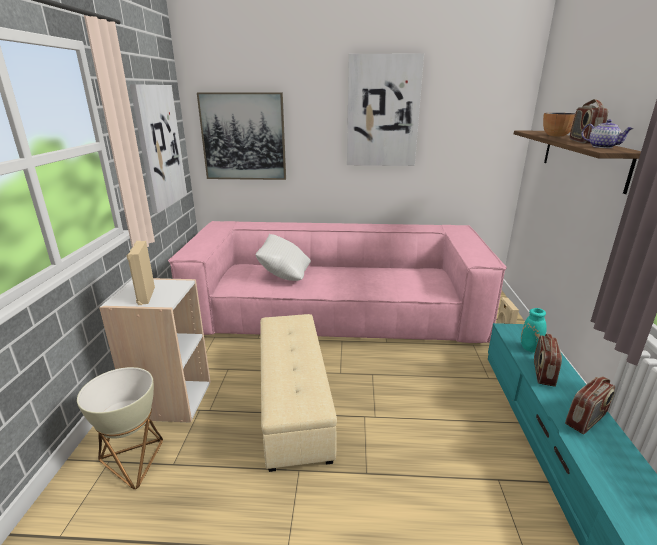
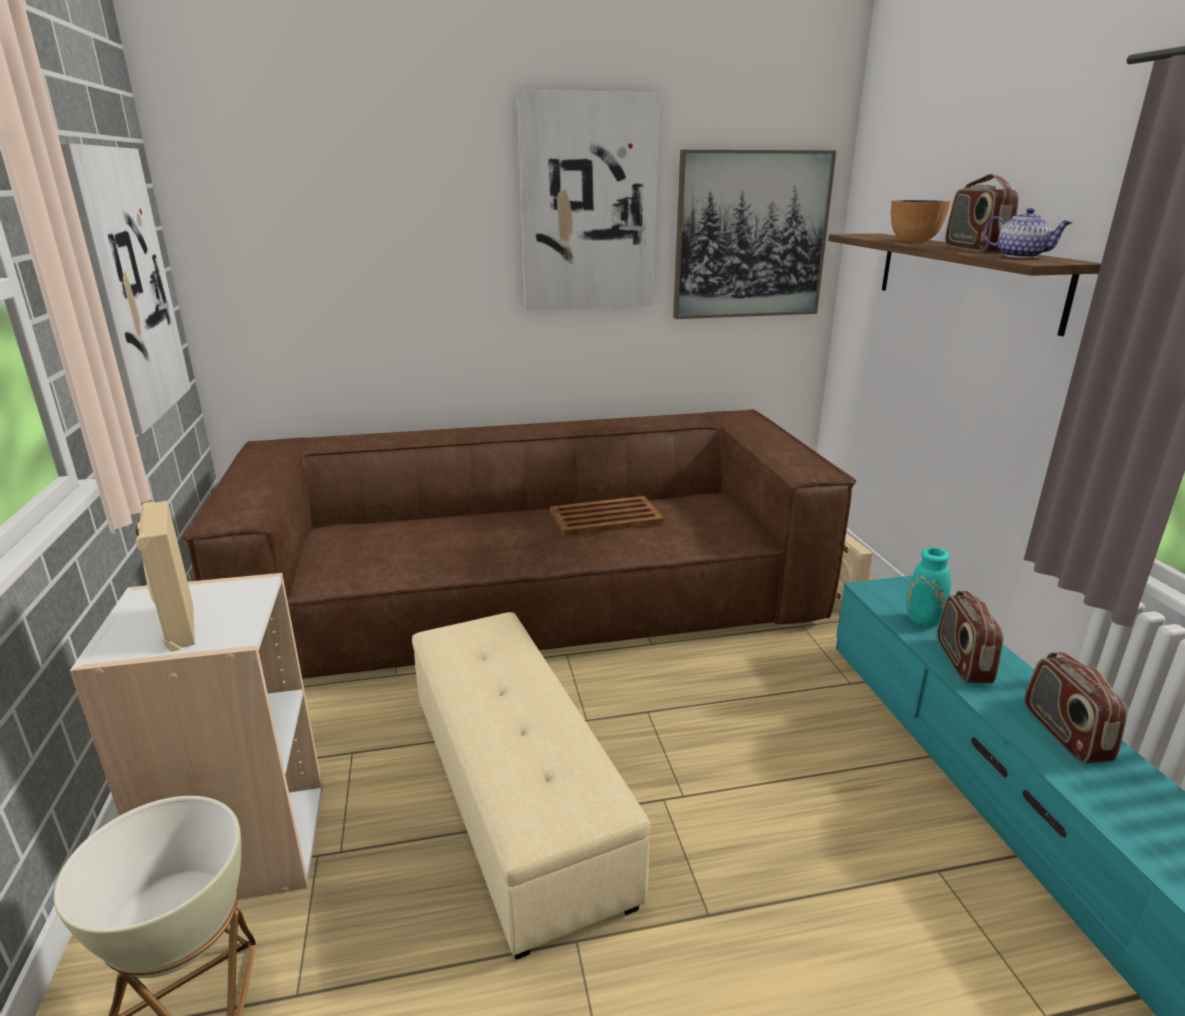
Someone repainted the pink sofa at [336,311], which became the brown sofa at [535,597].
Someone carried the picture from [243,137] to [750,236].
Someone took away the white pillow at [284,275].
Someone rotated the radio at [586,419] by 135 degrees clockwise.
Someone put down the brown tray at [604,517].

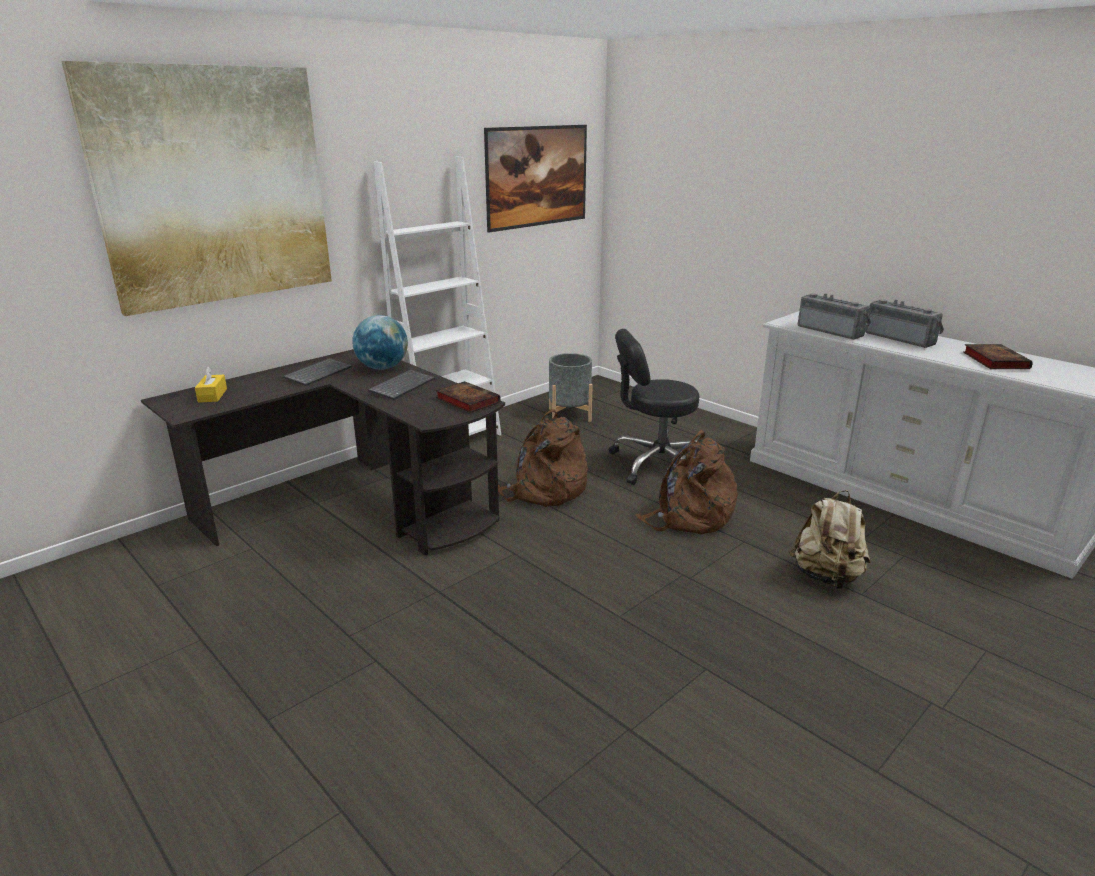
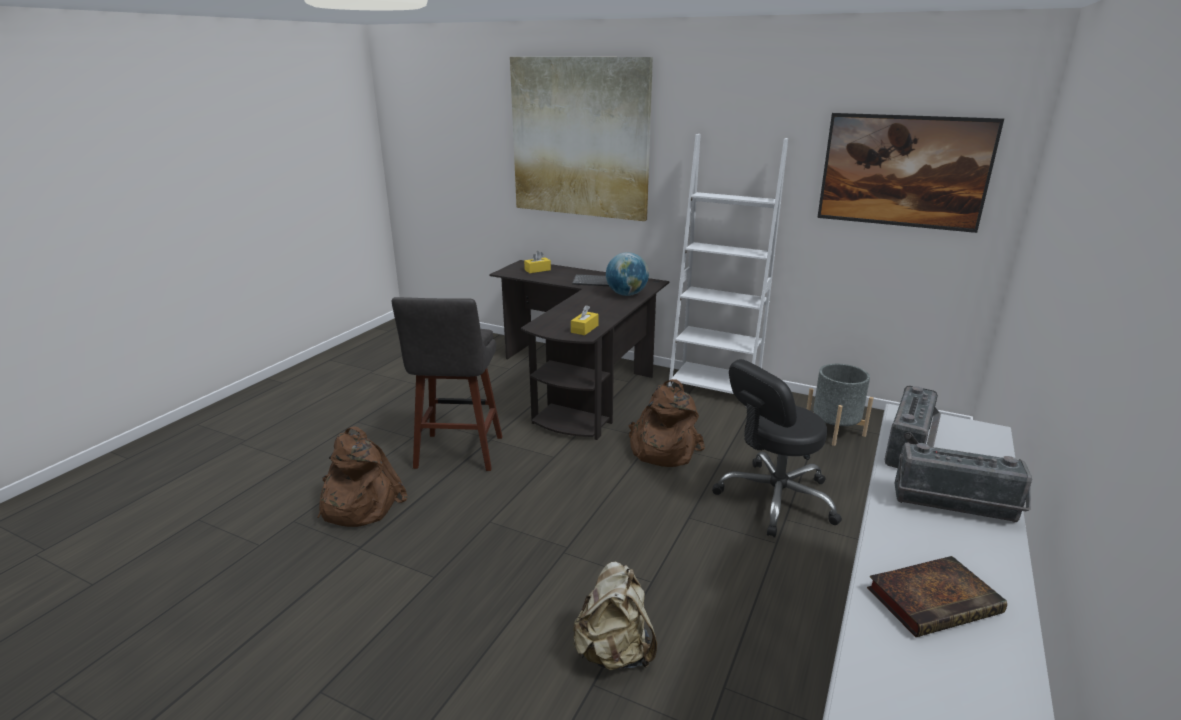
Someone took away the keyboard at [402,386].
Someone swapped the book at [466,400] for the yellow tissue box at [584,329].
Someone rotated the black office chair at [655,465] by 90 degrees counterclockwise.
Someone carried the brown backpack from [689,517] to [358,504].
Someone rotated the radio at [901,338] by 75 degrees clockwise.
Someone put down the grey stool at [457,454].

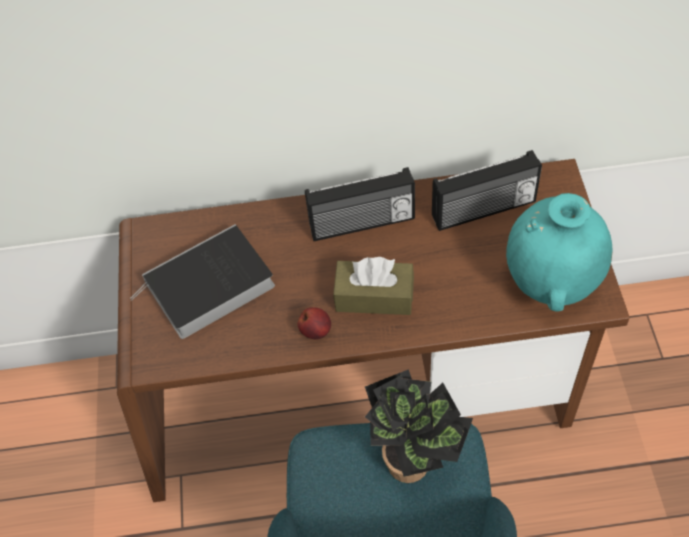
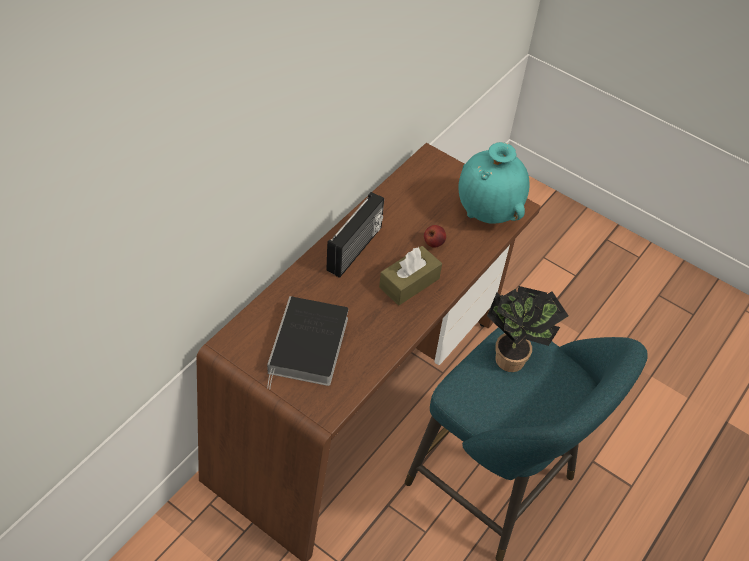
Someone carried the apple from [316,331] to [433,243].
Someone took away the radio at [484,210].

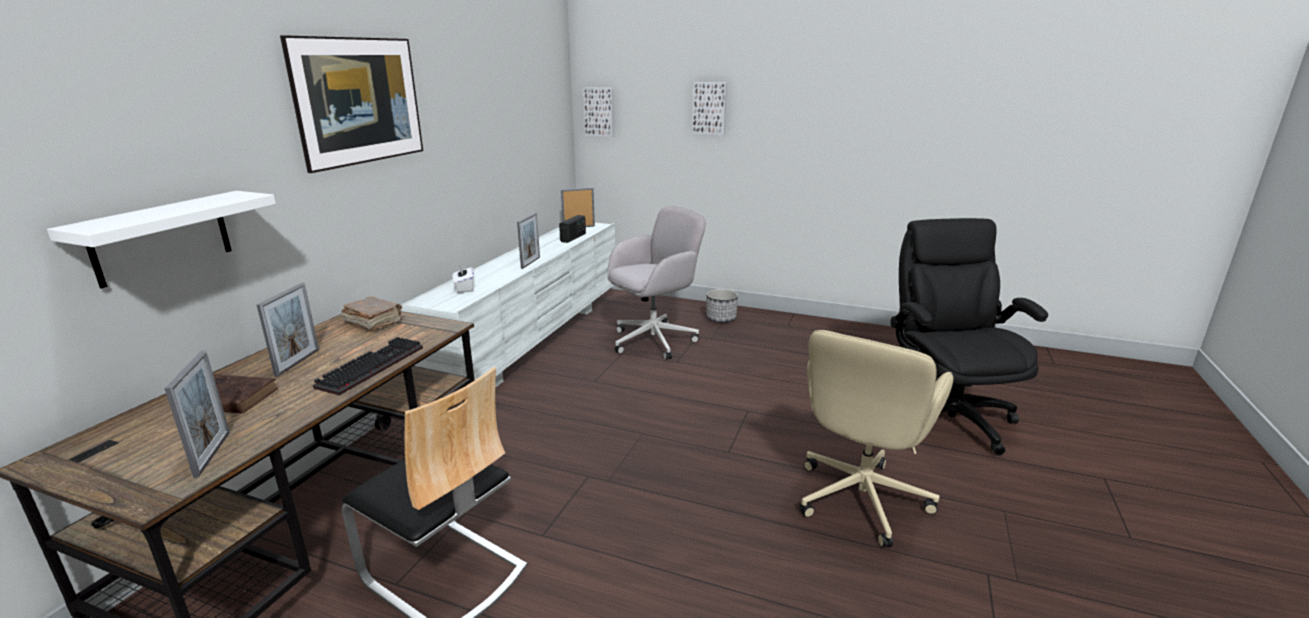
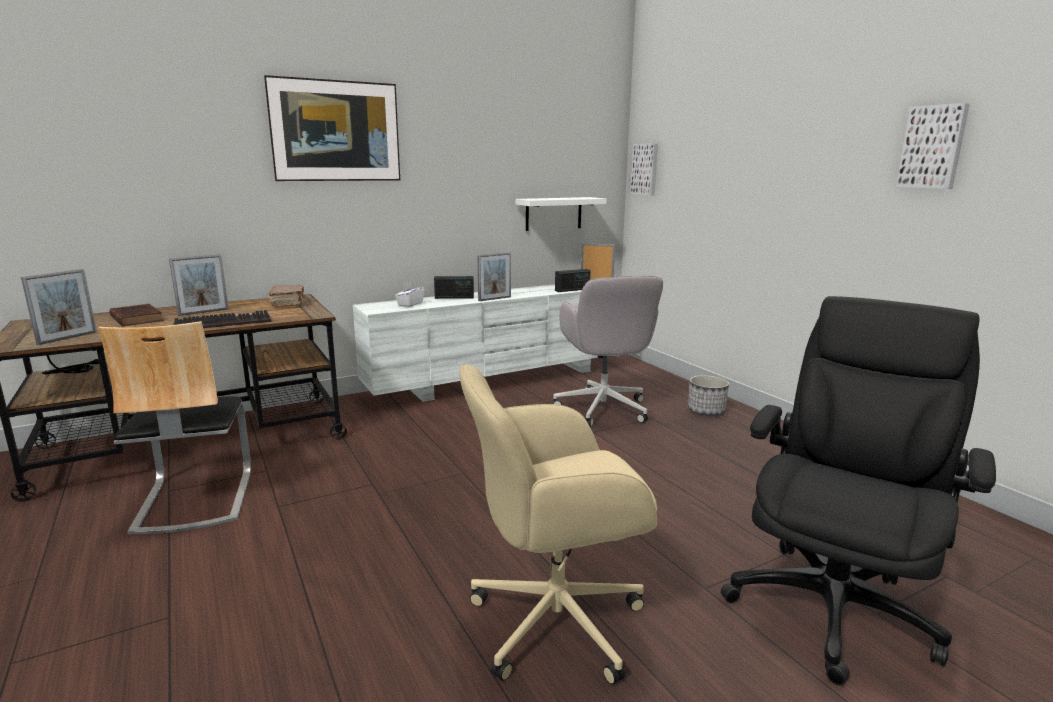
Someone carried the white shelf from [161,238] to [553,213].
Someone rotated the grey office chair at [654,341] by 75 degrees clockwise.
Someone carried the picture from [710,108] to [933,147].
Someone put down the radio at [454,297].

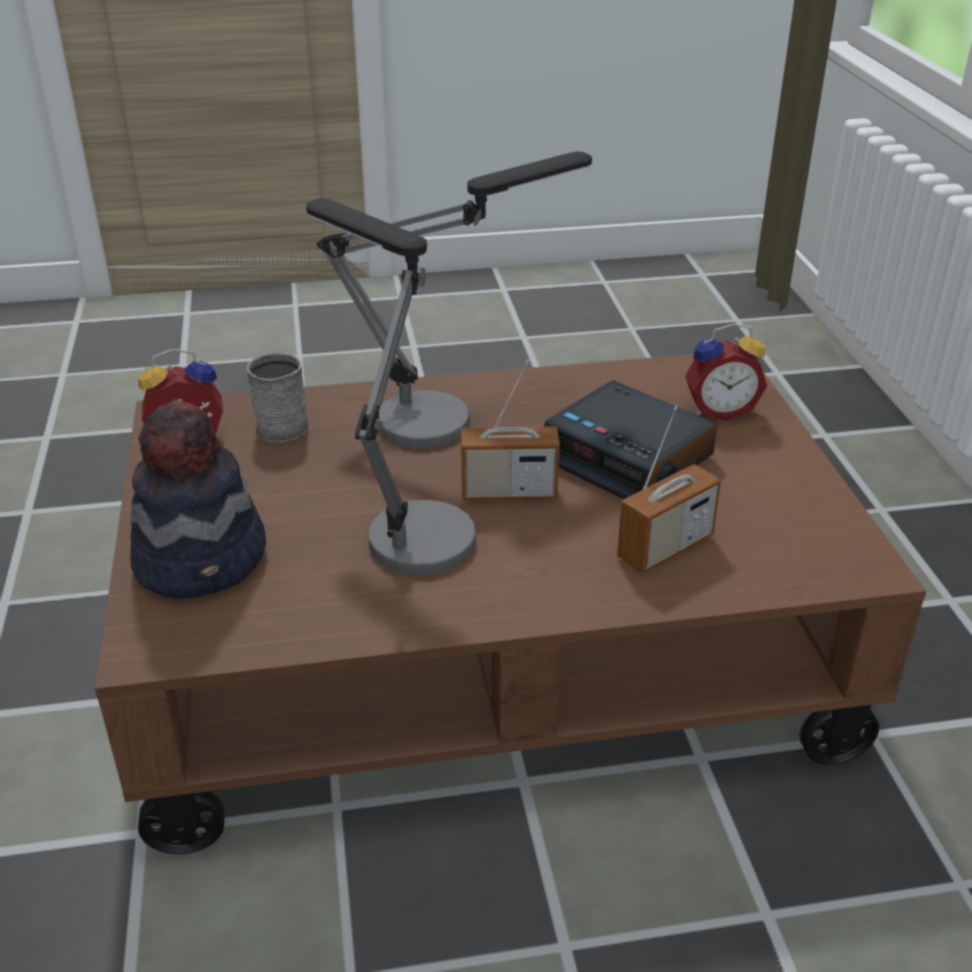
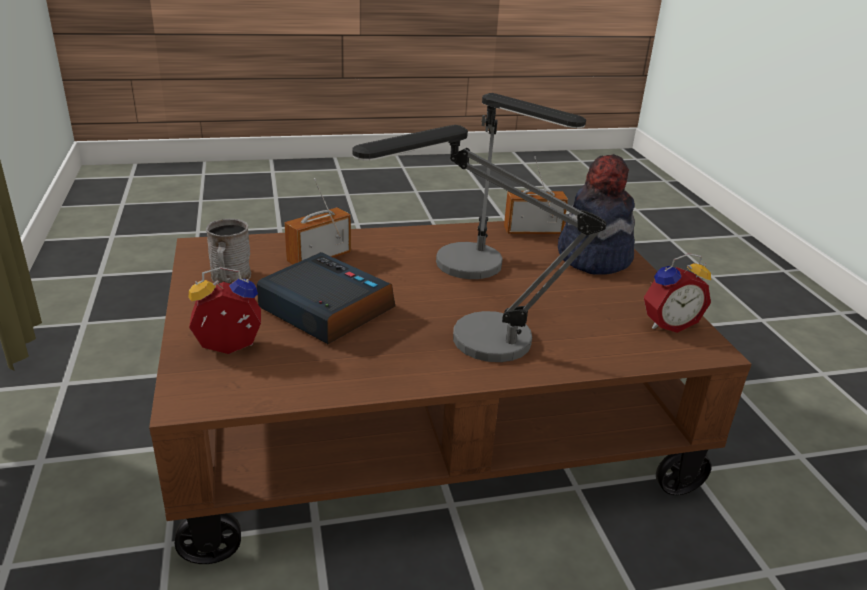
Someone carried the grey mug from [283,423] to [230,279].
Someone carried the radio from [509,492] to [532,231].

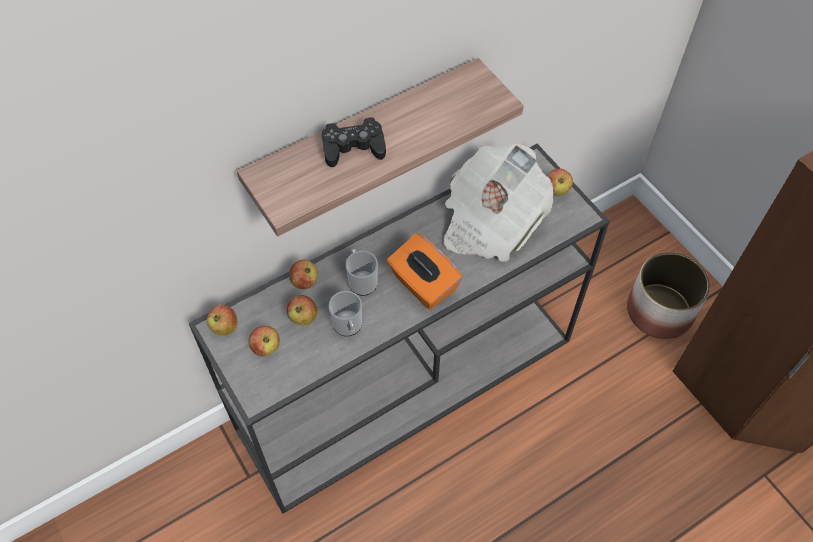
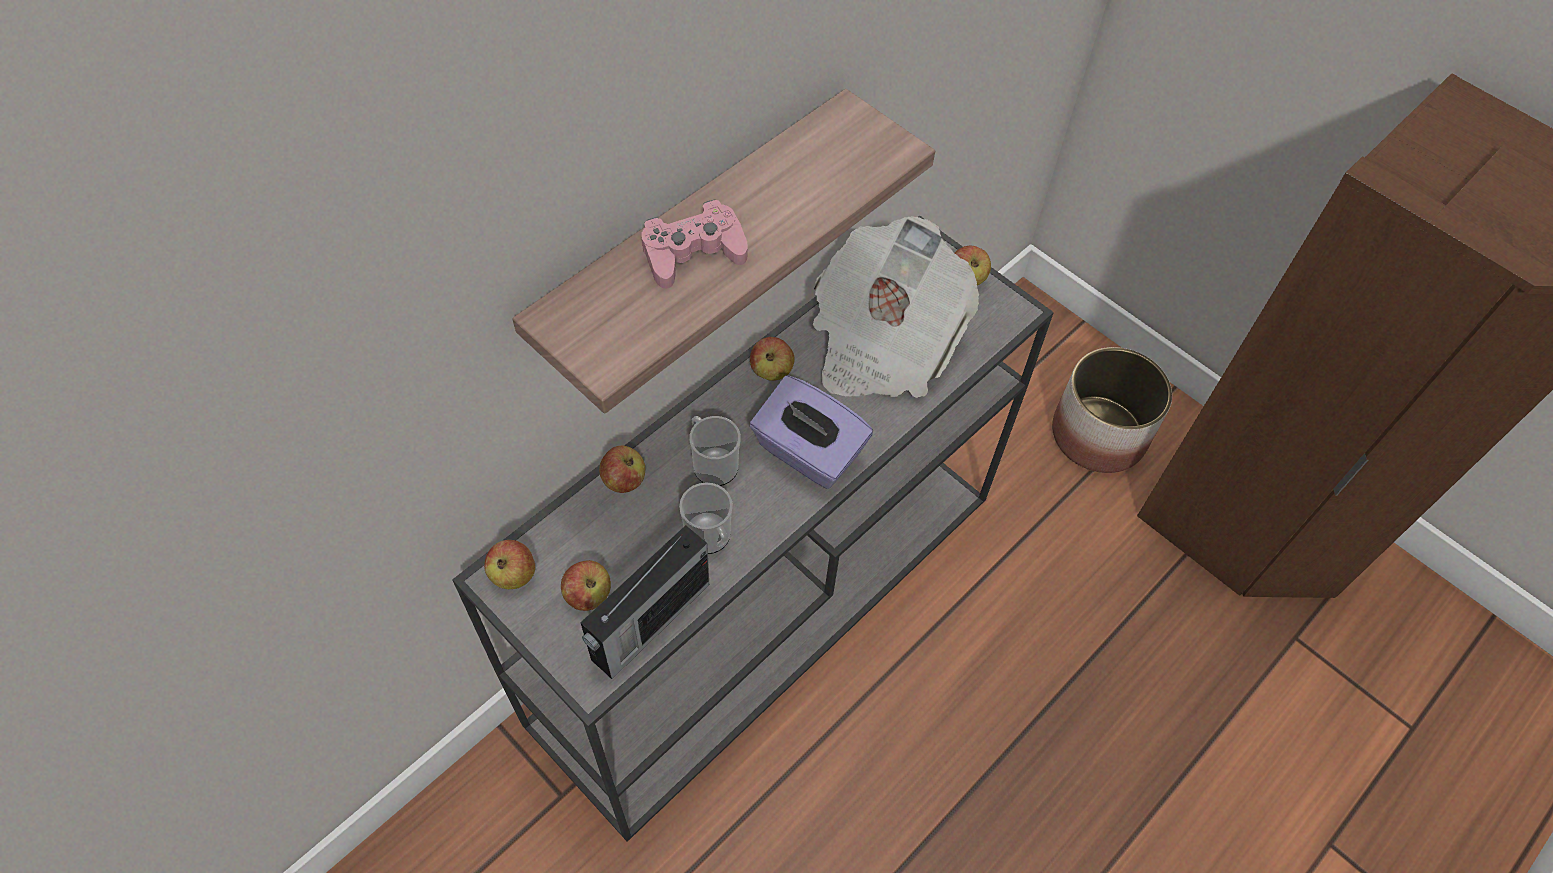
Someone carried the apple from [303,317] to [771,371].
Someone repainted the black game controller at [353,147], which became the pink game controller at [693,252].
Someone repainted the orange tissue box at [423,284], which became the purple tissue box at [807,452].
Someone put down the radio at [648,623].

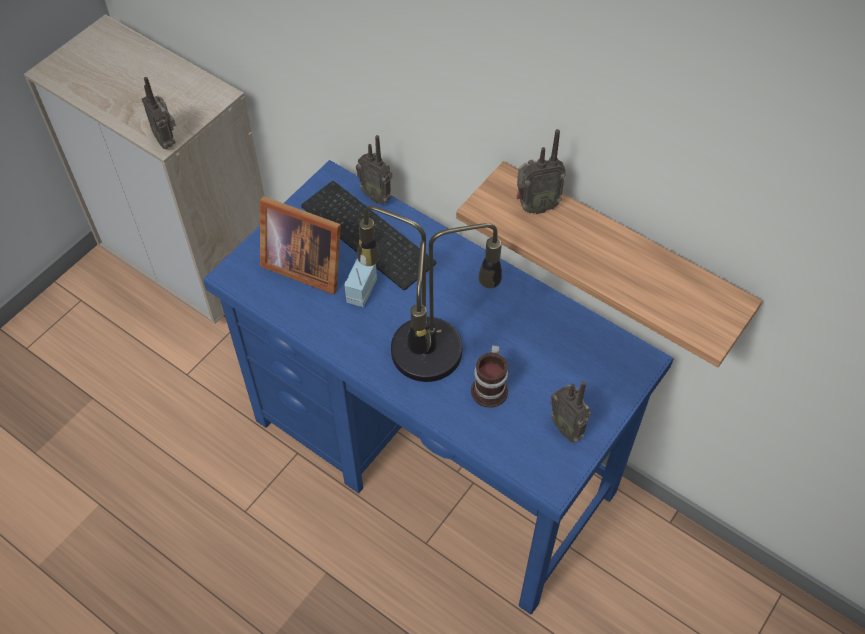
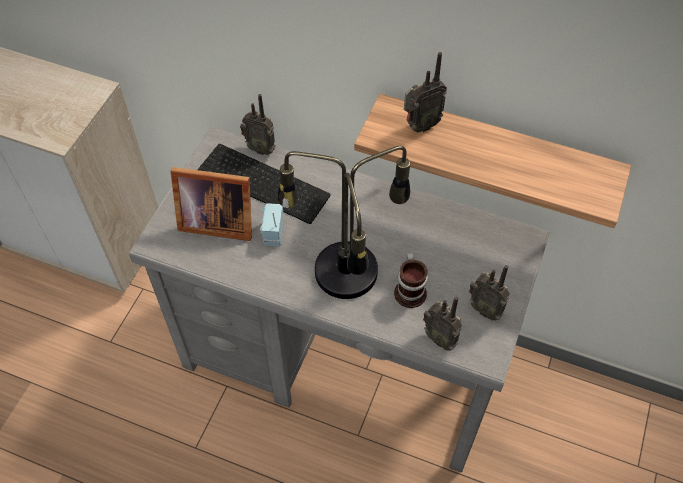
Someone carried the radio from [167,140] to [440,338].
Someone repainted the blue desk at [434,454], which became the grey desk at [343,358].

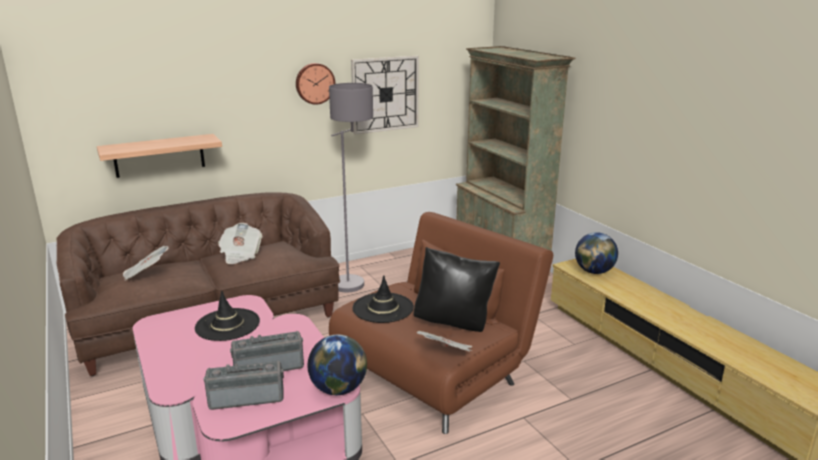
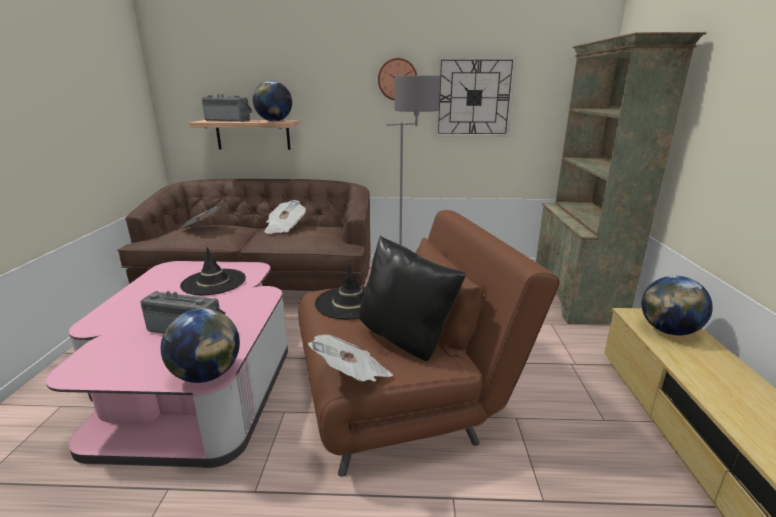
Someone carried the radio from [247,397] to [229,120].
Someone put down the globe at [274,121].

